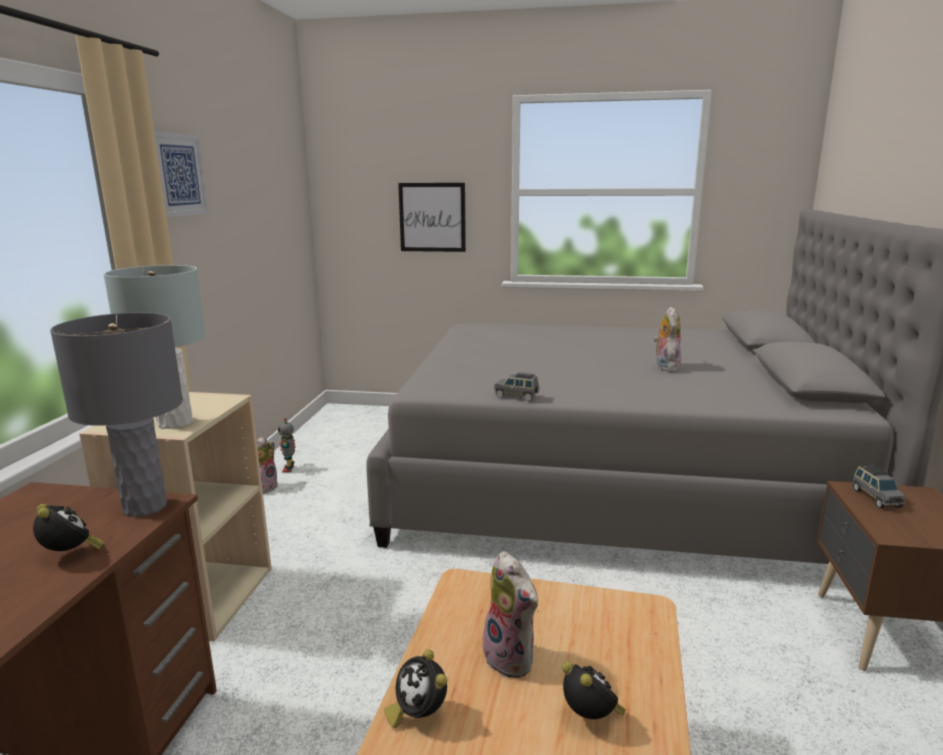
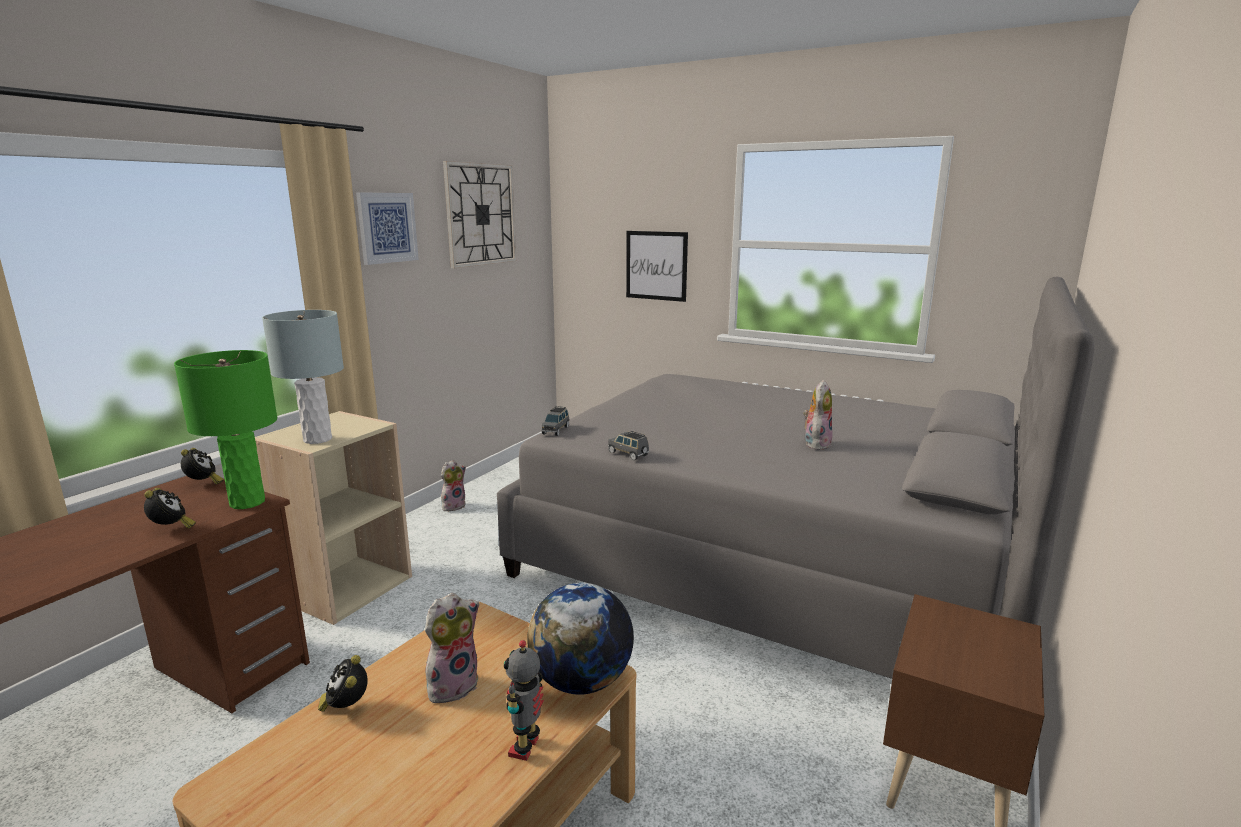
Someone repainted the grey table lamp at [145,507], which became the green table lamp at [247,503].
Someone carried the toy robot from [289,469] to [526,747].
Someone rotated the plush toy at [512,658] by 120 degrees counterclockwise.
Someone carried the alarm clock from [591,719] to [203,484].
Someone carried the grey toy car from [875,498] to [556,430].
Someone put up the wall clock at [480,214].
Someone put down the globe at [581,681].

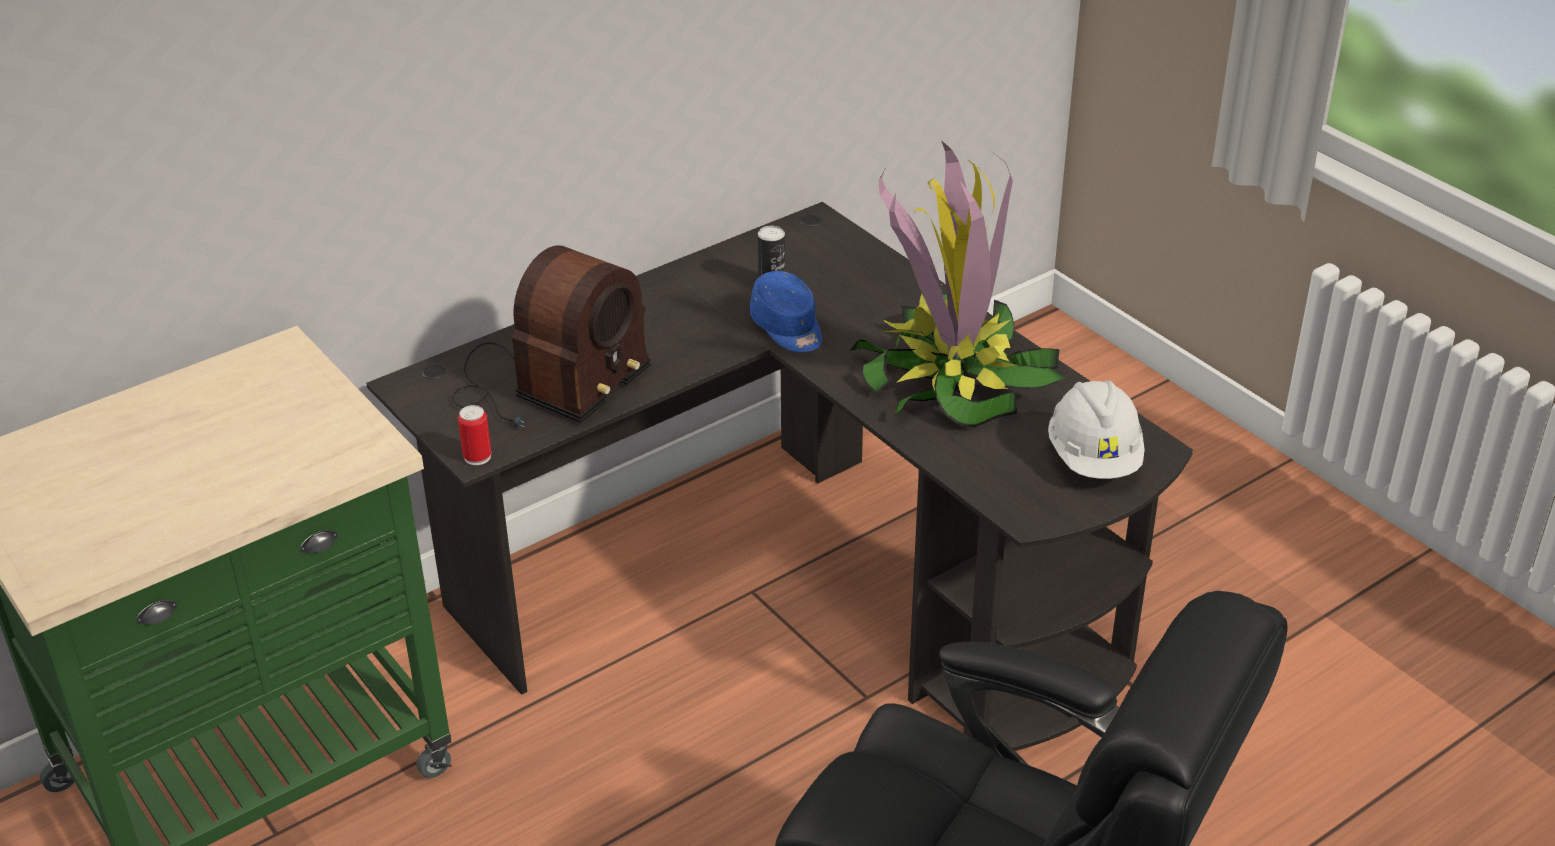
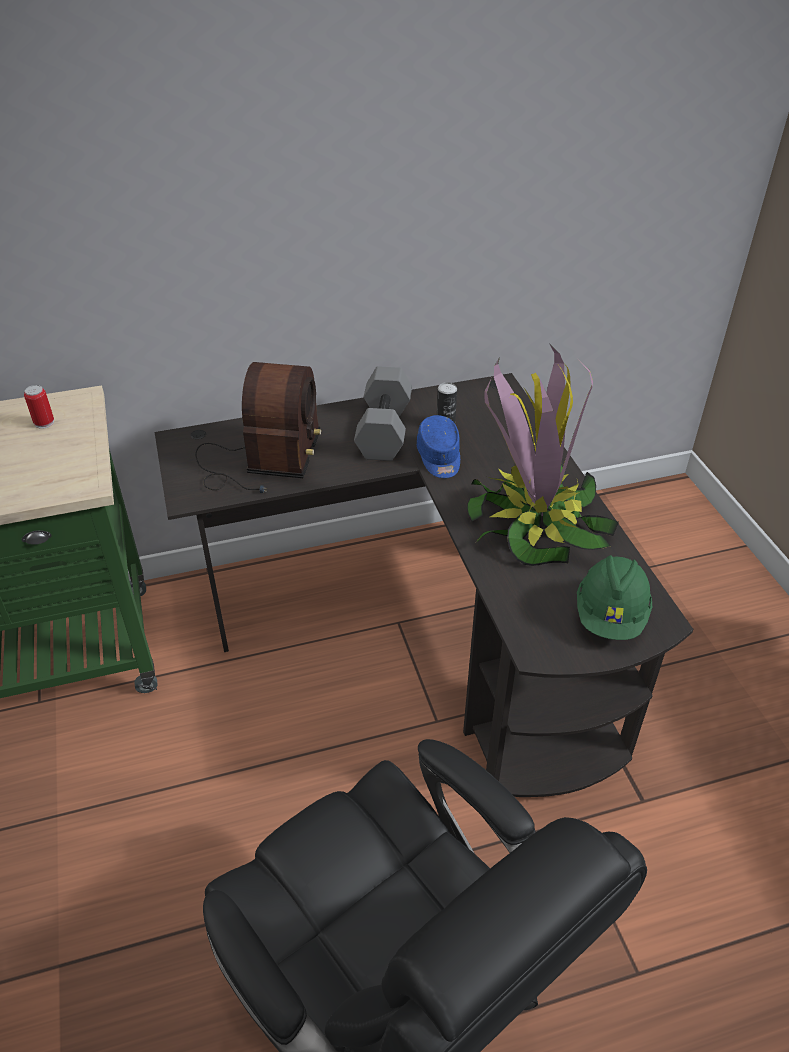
Someone rotated the radio at [548,384] by 45 degrees counterclockwise.
Someone carried the can from [477,457] to [44,423].
Someone repainted the white hard hat at [1094,458], which became the green hard hat at [610,615].
Someone put down the grey dumbbell at [385,431].

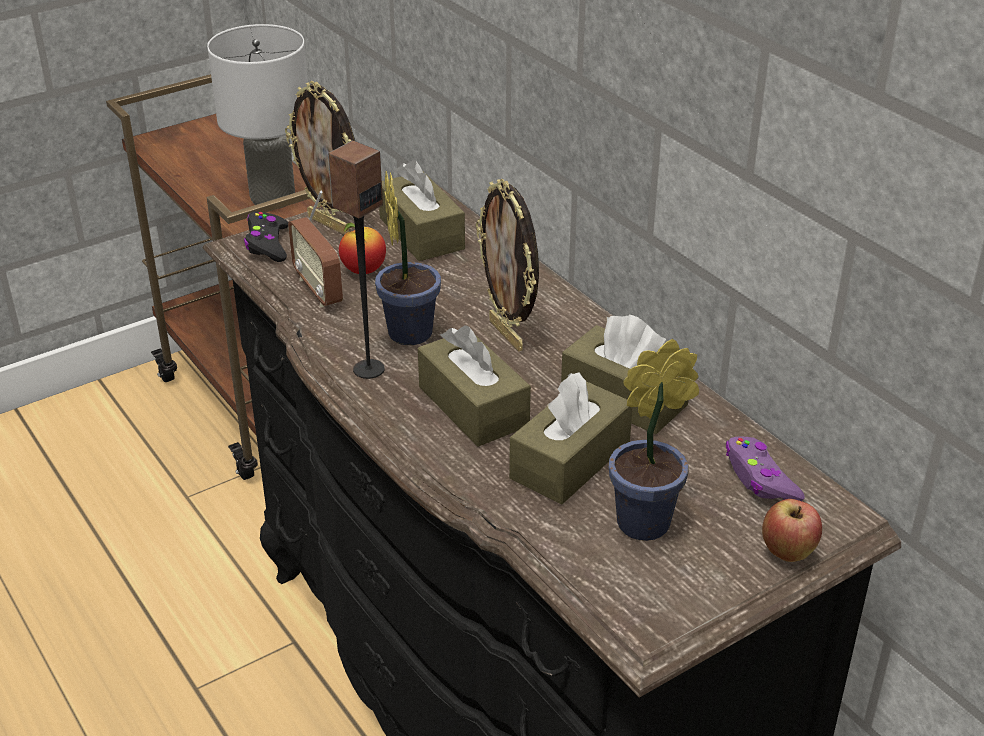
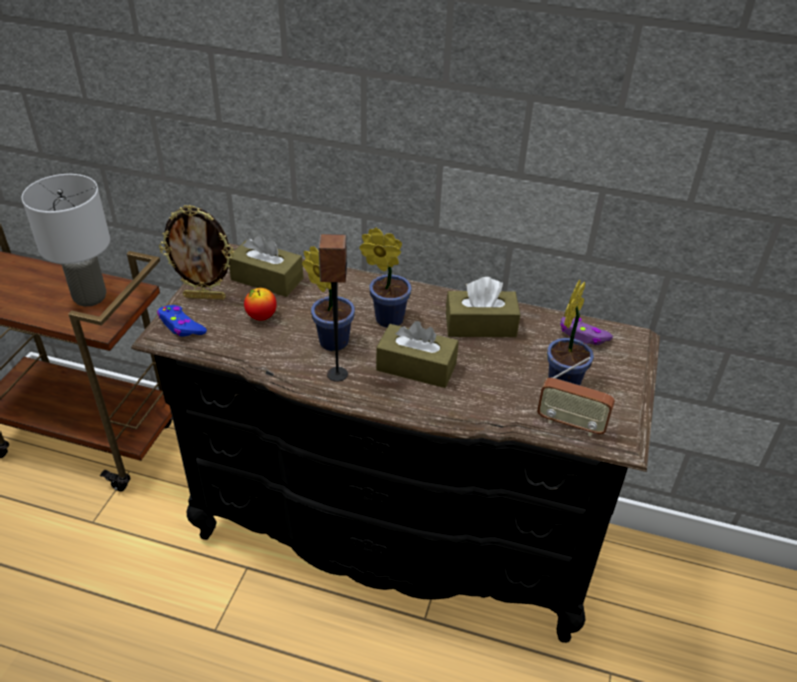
Someone repainted the black game controller at [267,244], which became the blue game controller at [181,326].
Someone carried the radio from [319,290] to [571,424].
Someone swapped the picture frame at [508,335] for the potted plant at [385,318].
Someone took away the brown tissue box at [570,460].
Someone took away the apple at [787,554].

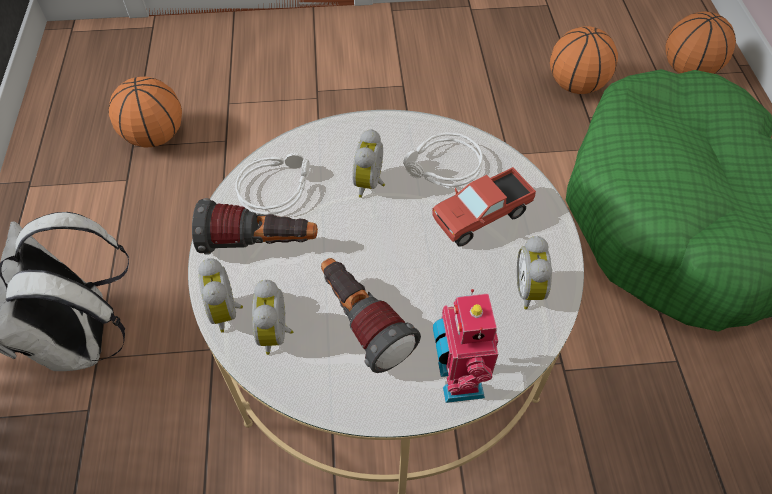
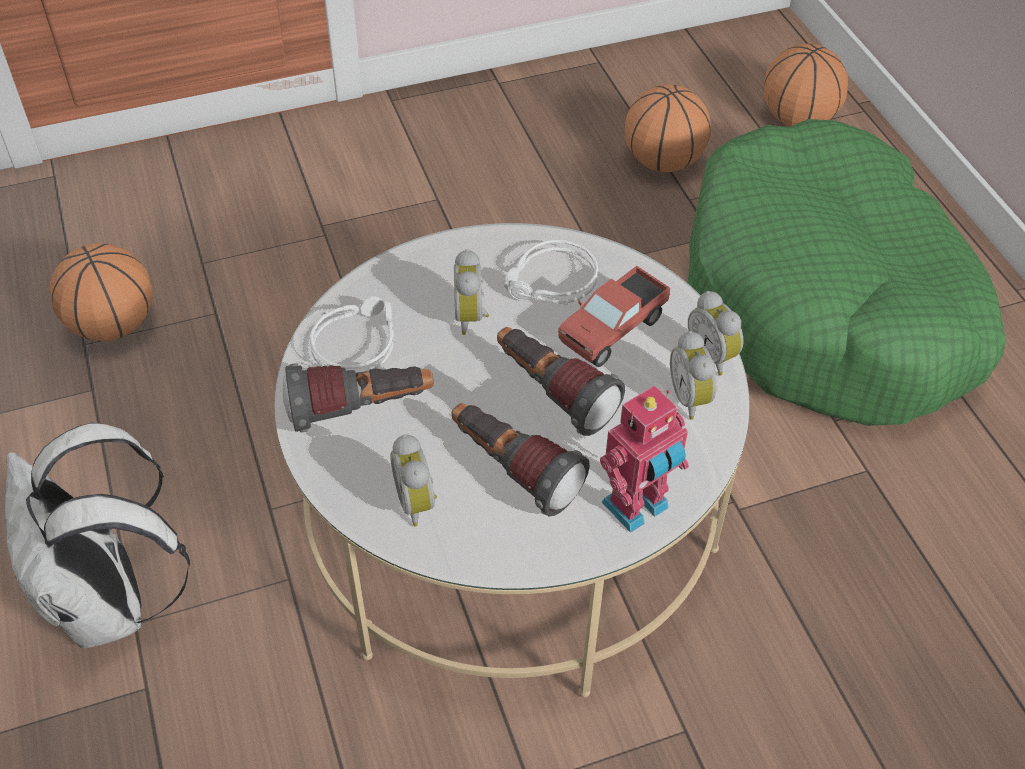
Someone carried the alarm clock from [227,311] to [713,355].
Someone rotated the toy robot at [456,380] by 105 degrees counterclockwise.
Someone put down the flashlight at [552,393].

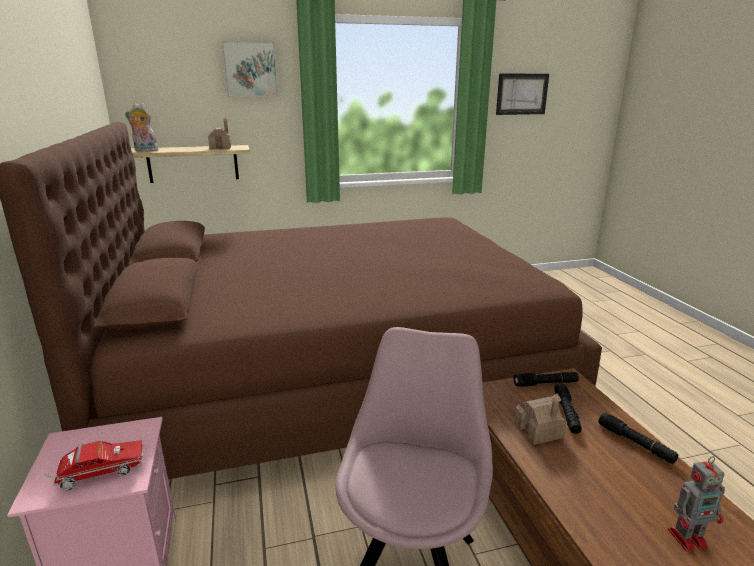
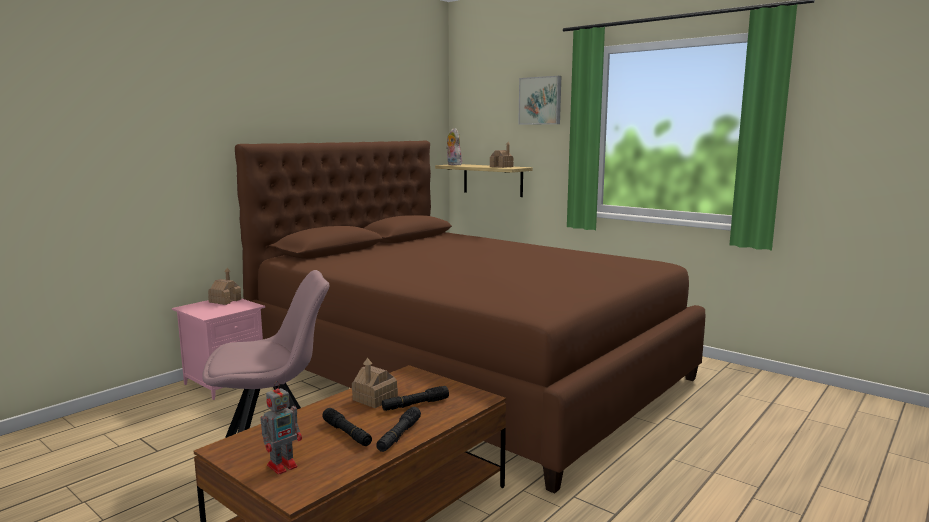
Someone took away the toy truck at [97,474].
Someone took away the picture at [522,94].
Someone carried the black flashlight from [545,384] to [347,433].
Someone rotated the toy robot at [689,538] by 90 degrees counterclockwise.
Someone put down the toy house at [225,301].

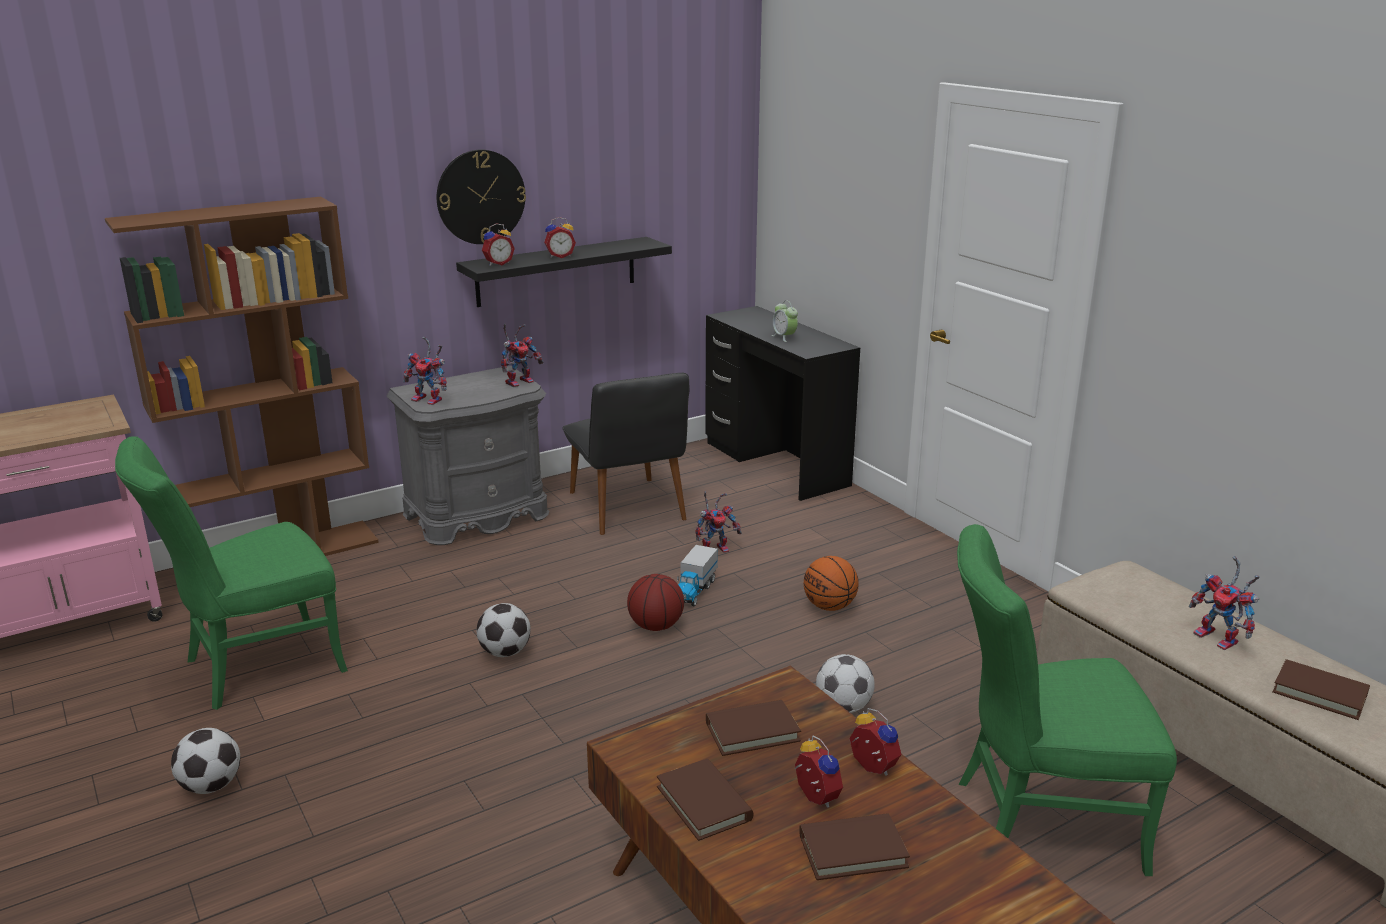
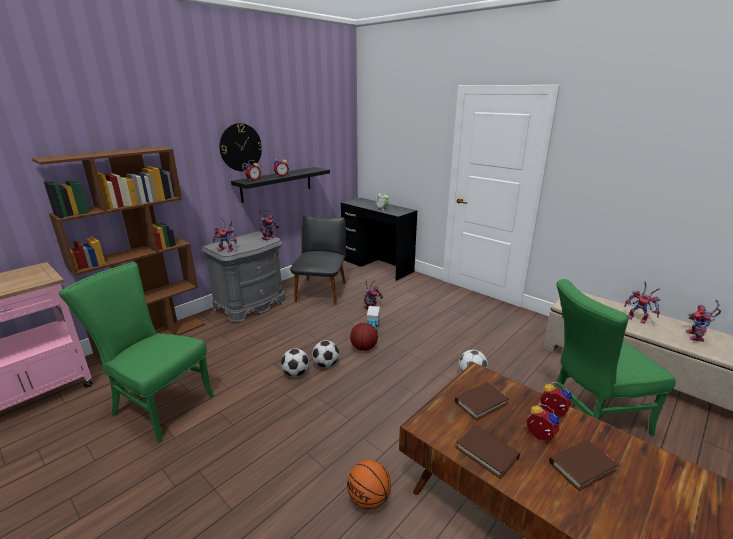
Someone rotated the green chair at [254,667] by 75 degrees clockwise.
Someone carried the football from [211,786] to [326,365].
Someone rotated the black chair at [627,506] by 135 degrees counterclockwise.
Someone carried the basketball from [829,606] to [368,499].
Someone swapped the brown book at [1319,693] for the toy robot at [697,337].

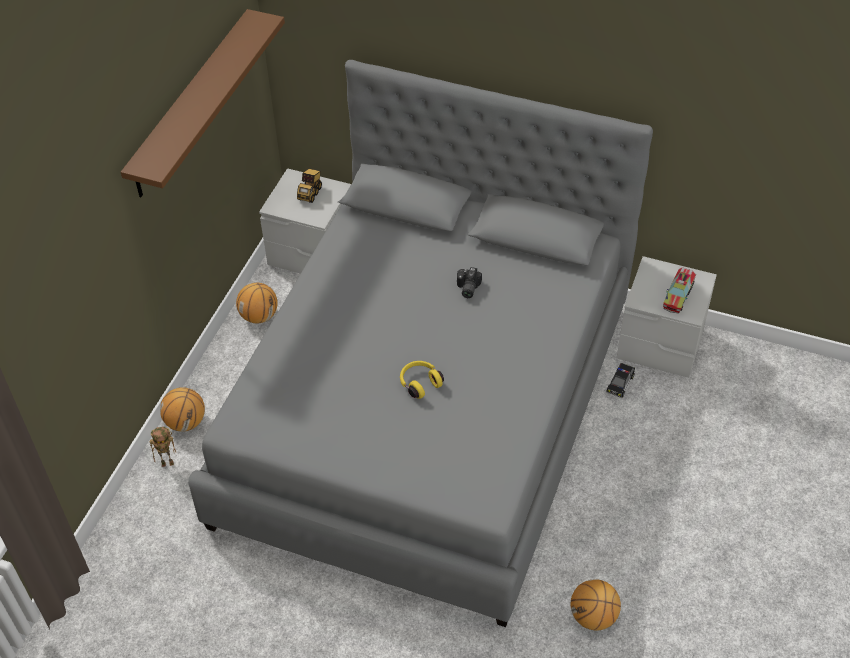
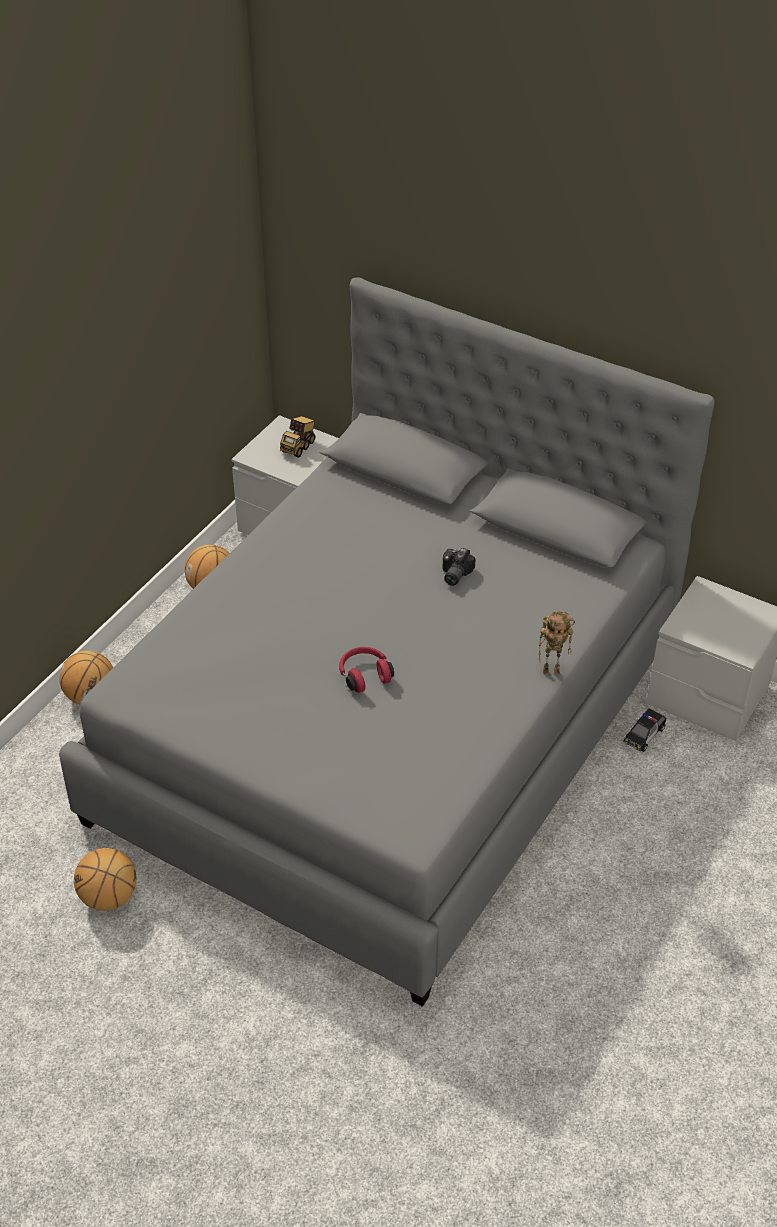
Someone took away the brown shelf at [191,104].
Someone carried the toy robot from [168,462] to [552,670].
Someone repainted the yellow headphones at [419,383], which became the red headphones at [364,675].
Someone carried the basketball from [593,616] to [109,897].
Someone took away the toy truck at [678,295].

